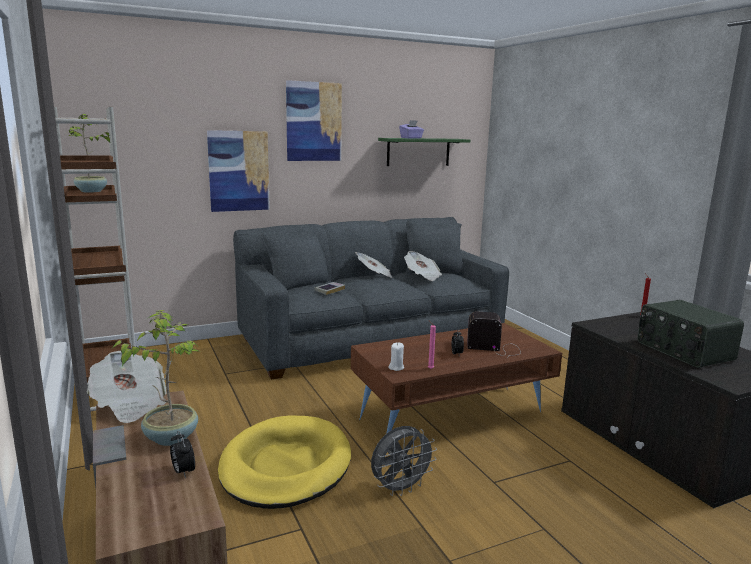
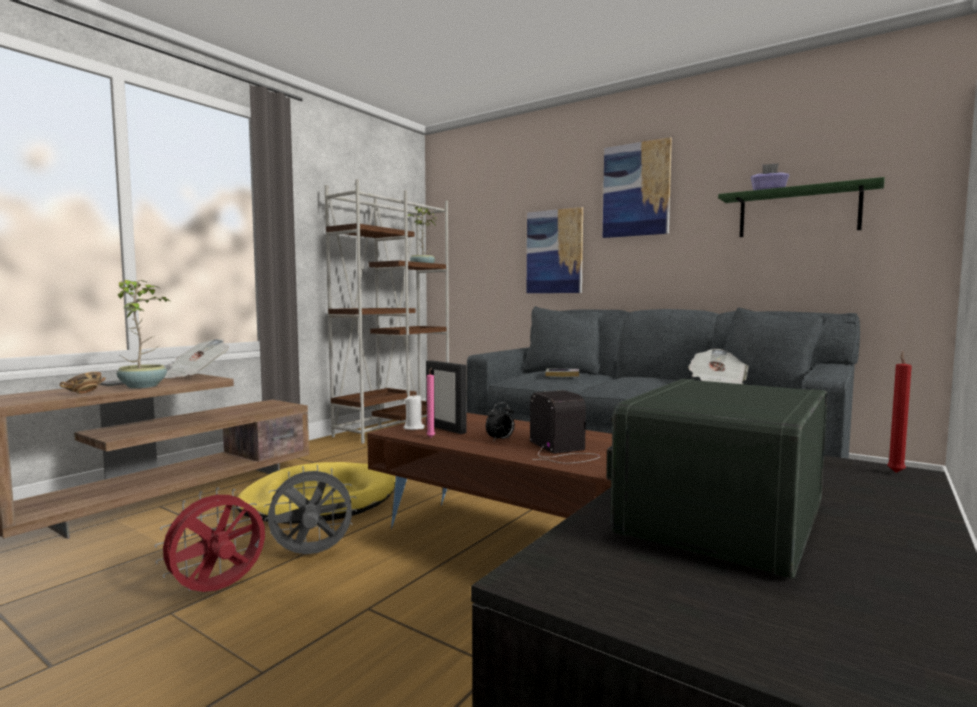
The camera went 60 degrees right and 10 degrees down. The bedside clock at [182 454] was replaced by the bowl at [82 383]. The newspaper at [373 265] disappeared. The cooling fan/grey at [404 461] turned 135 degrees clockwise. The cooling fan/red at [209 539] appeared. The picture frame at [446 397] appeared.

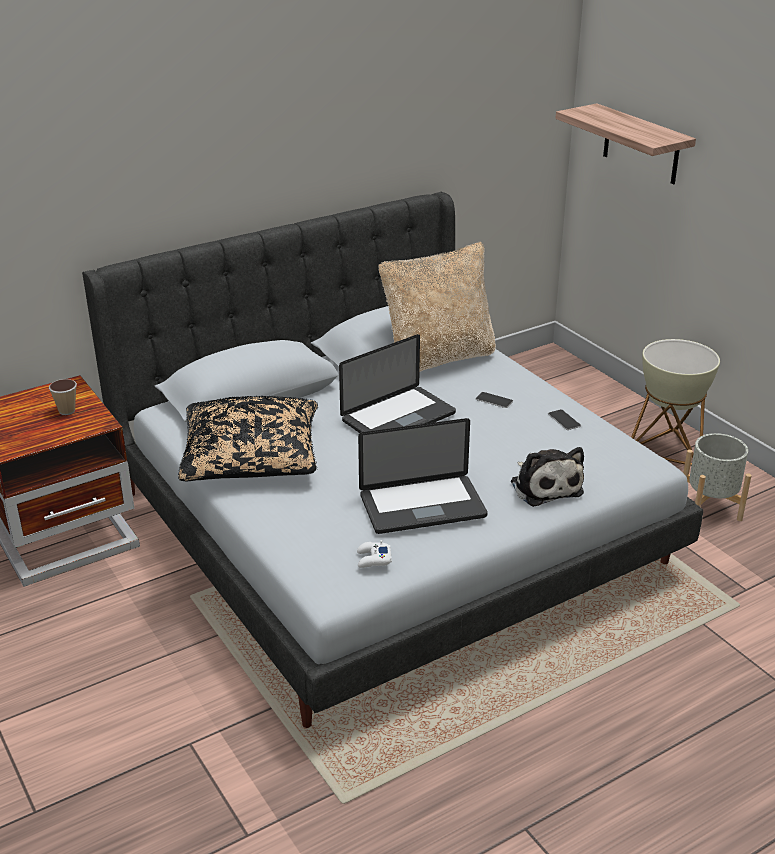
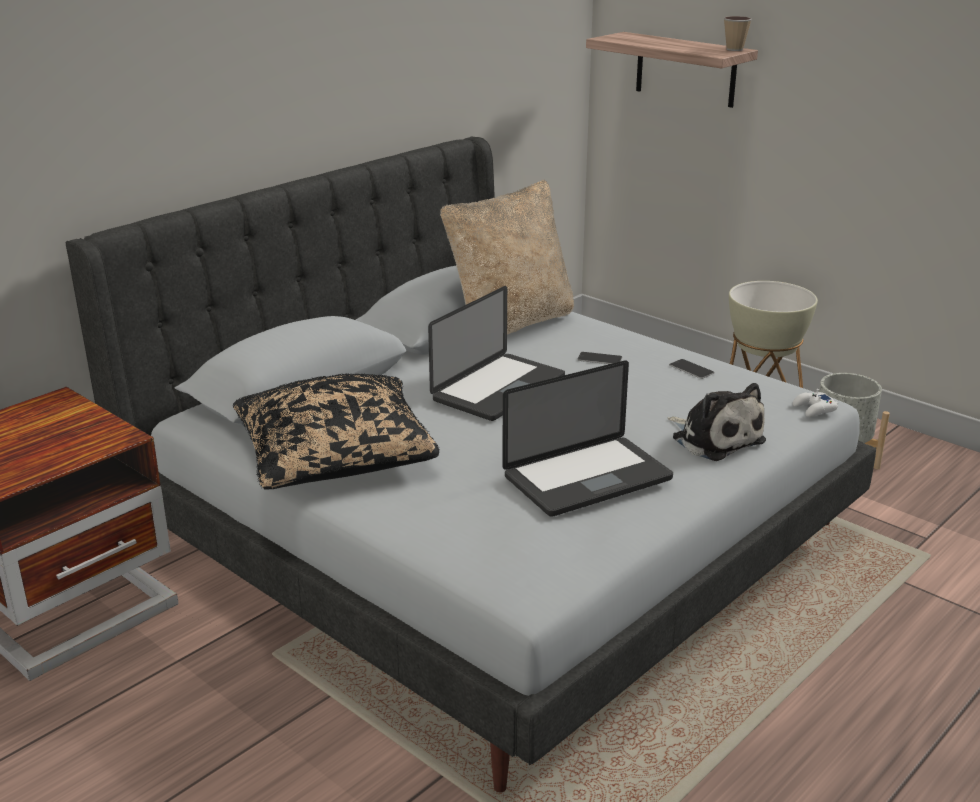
The camera went 15 degrees left and 5 degrees down. The drinking cup moved from [63 397] to [738 33]. The game controller/white moved from [374 554] to [815 403].

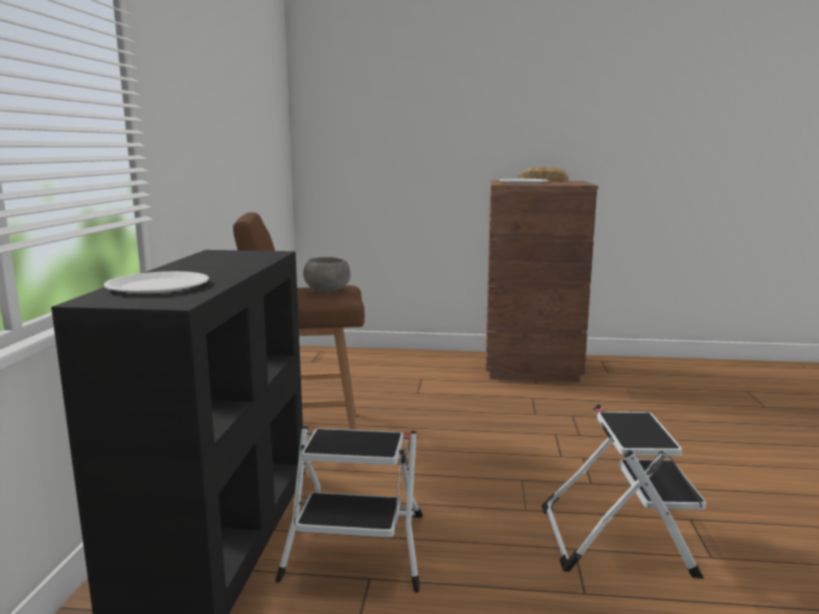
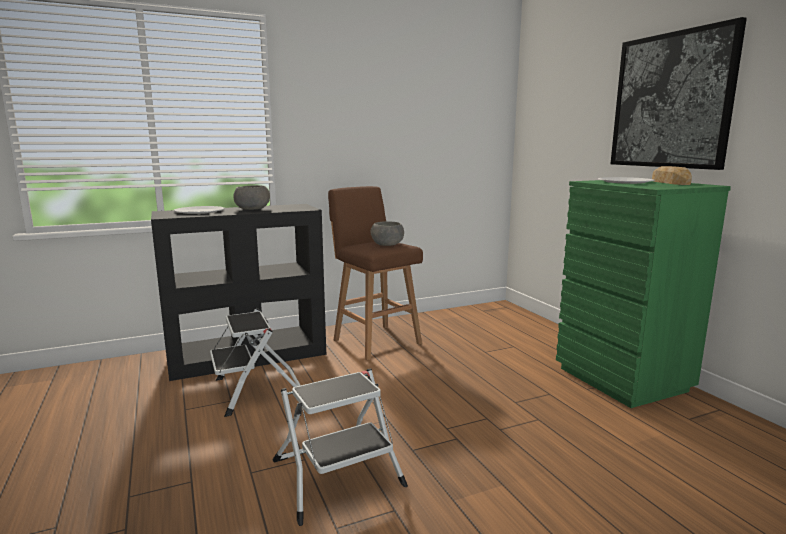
The camera went 60 degrees right and 0 degrees up. The chest of drawers/brown-coloured at [541 281] became the chest of drawers/green-coloured at [643 294]. The bowl/grey at [251 197] appeared. The wall art at [679 93] appeared.

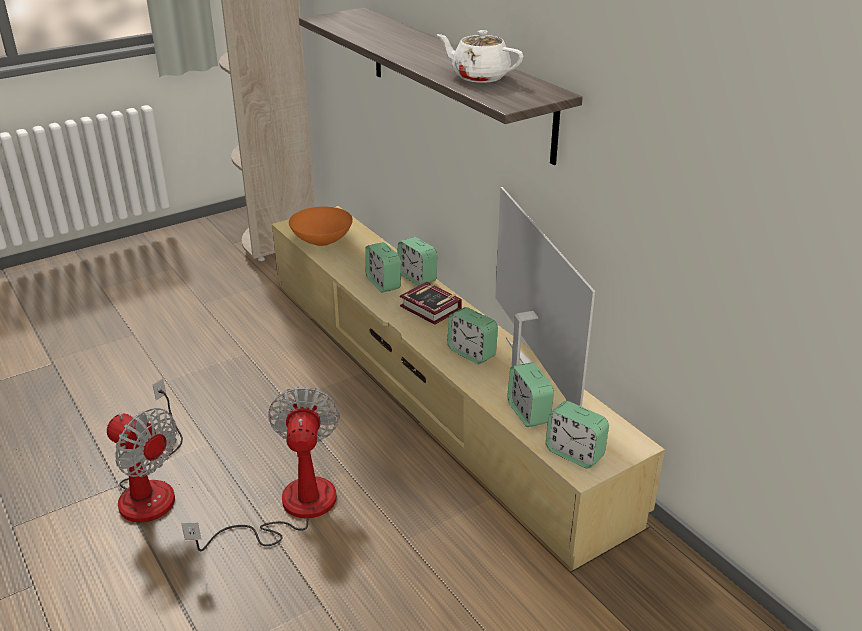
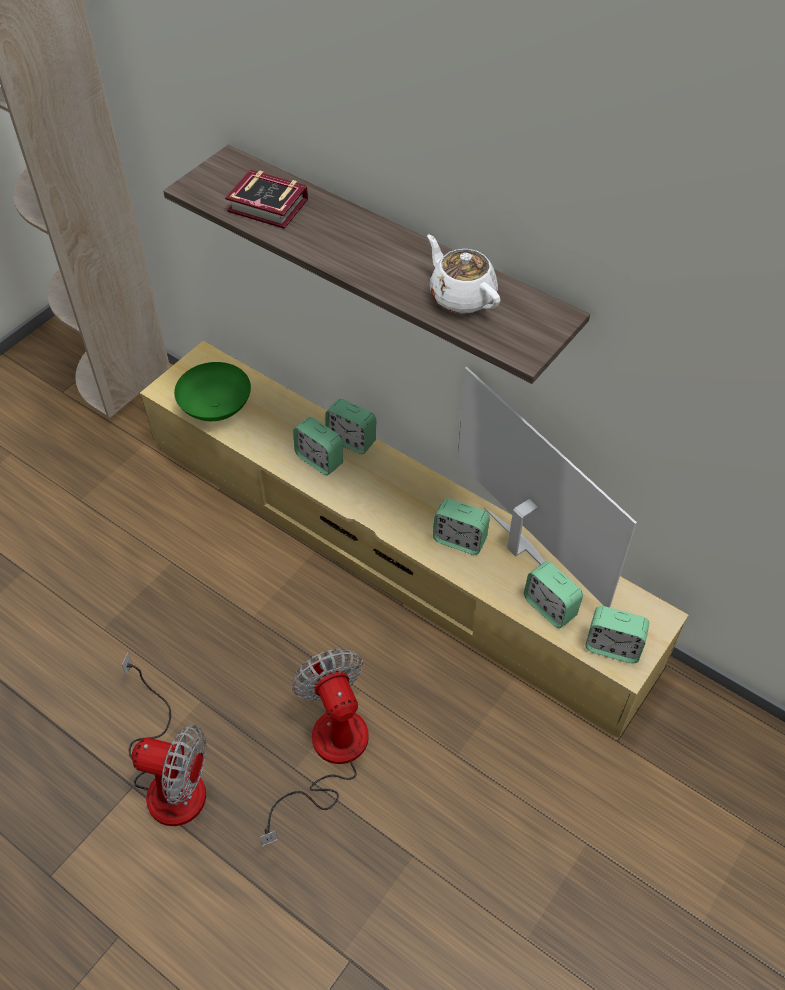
The camera went 20 degrees left and 20 degrees up. The bowl/orange at [321 226] became the bowl/green-coloured at [212 391]. The volume moved from [431 303] to [266 199]. The pot for tea/white at [480 56] turned 45 degrees clockwise.

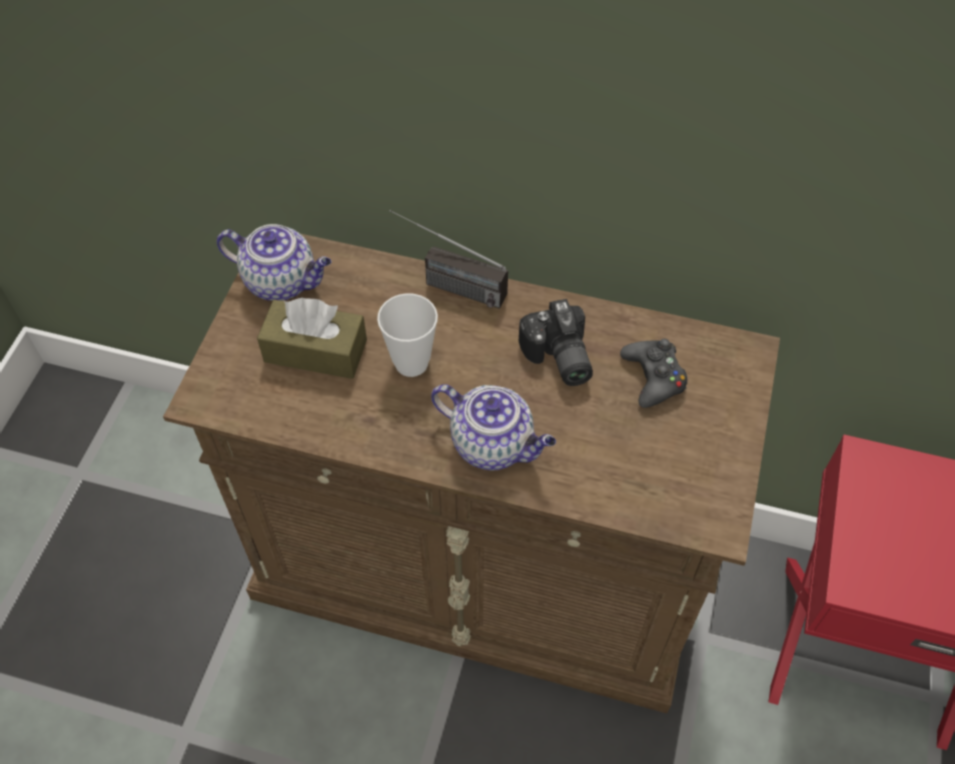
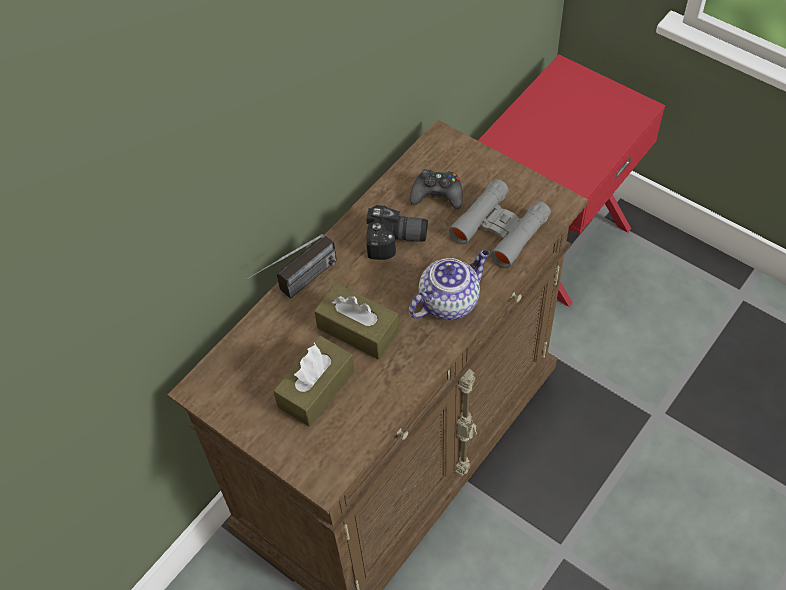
The camera went 65 degrees left and 0 degrees up. The pot for tea at [274 262] disappeared. The drinking cup at [407 335] was replaced by the box of tissues/brown-coloured at [356 321]. The pair of binoculars/grey at [500 223] appeared.

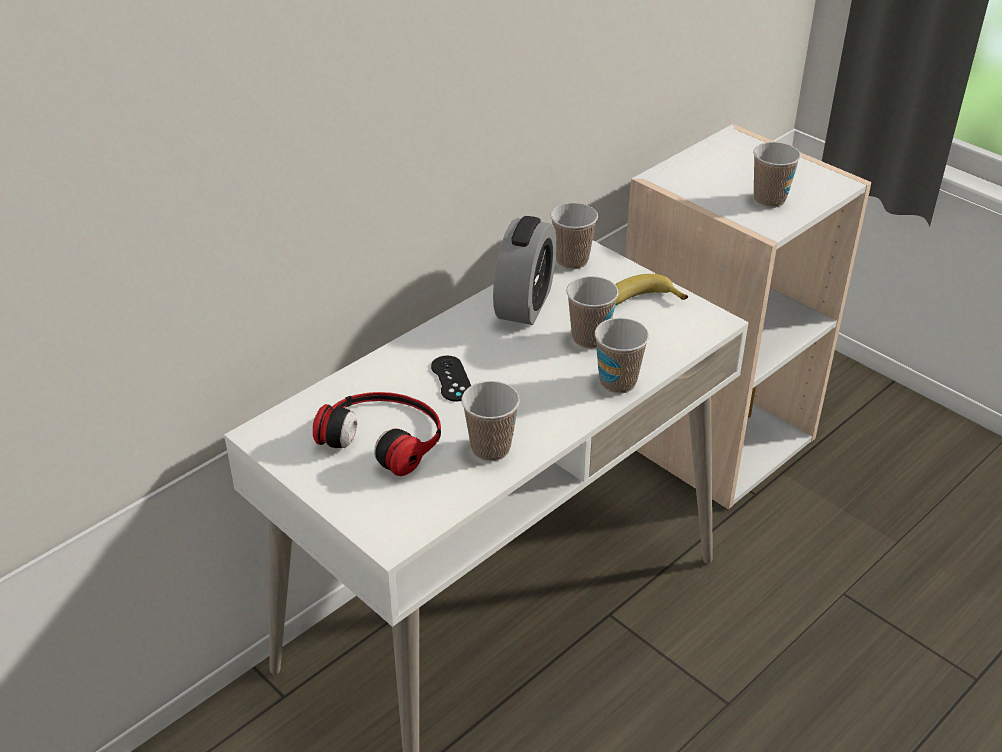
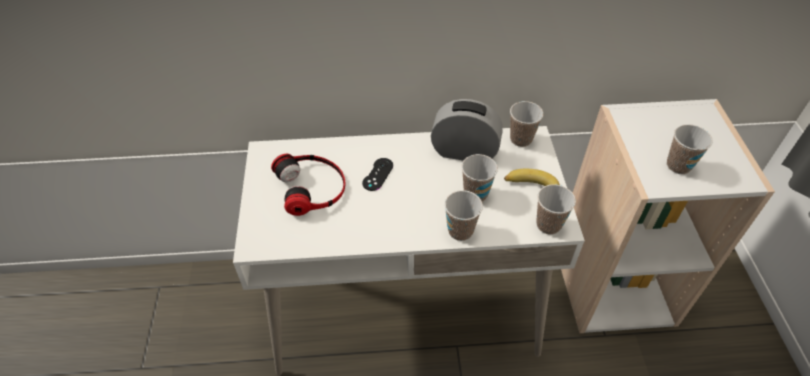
The camera went 40 degrees right and 10 degrees up. The drinking cup moved from [490 421] to [556 209]. The bedside clock at [525 270] turned 135 degrees counterclockwise.

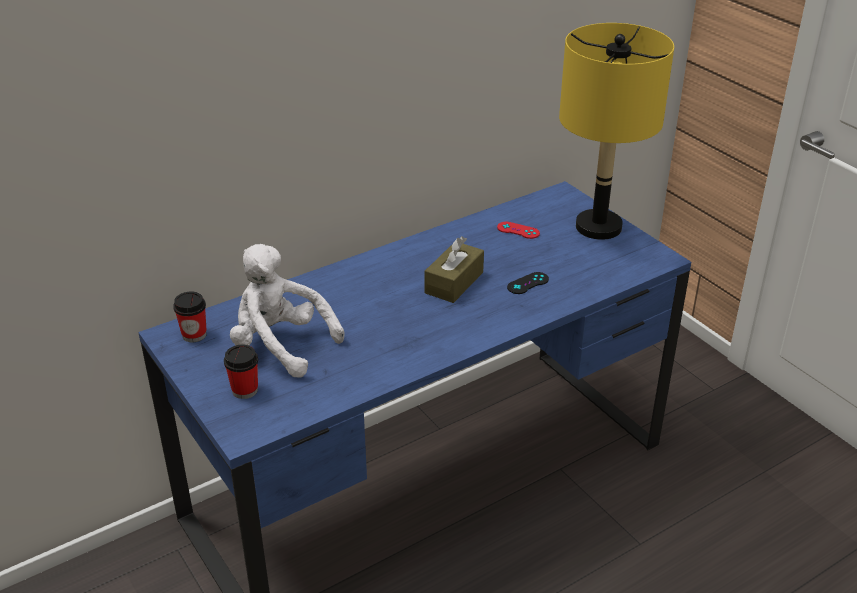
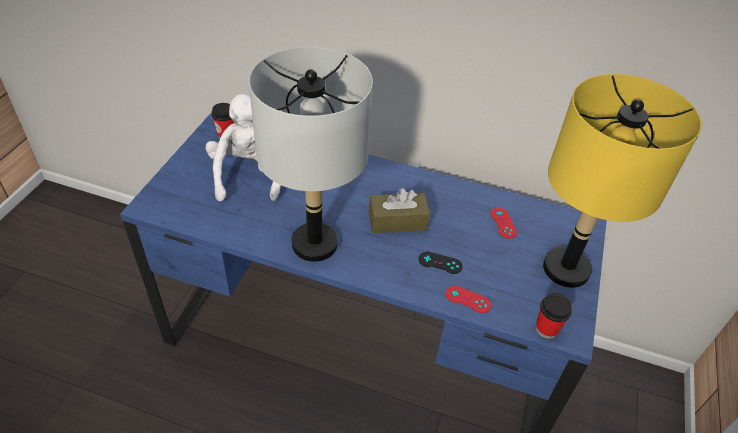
The camera went 50 degrees right and 10 degrees up. The drinking cup moved from [241 372] to [553 316]. The lamp for a table/grey at [311 154] appeared. The game controller/red at [468 299] appeared.

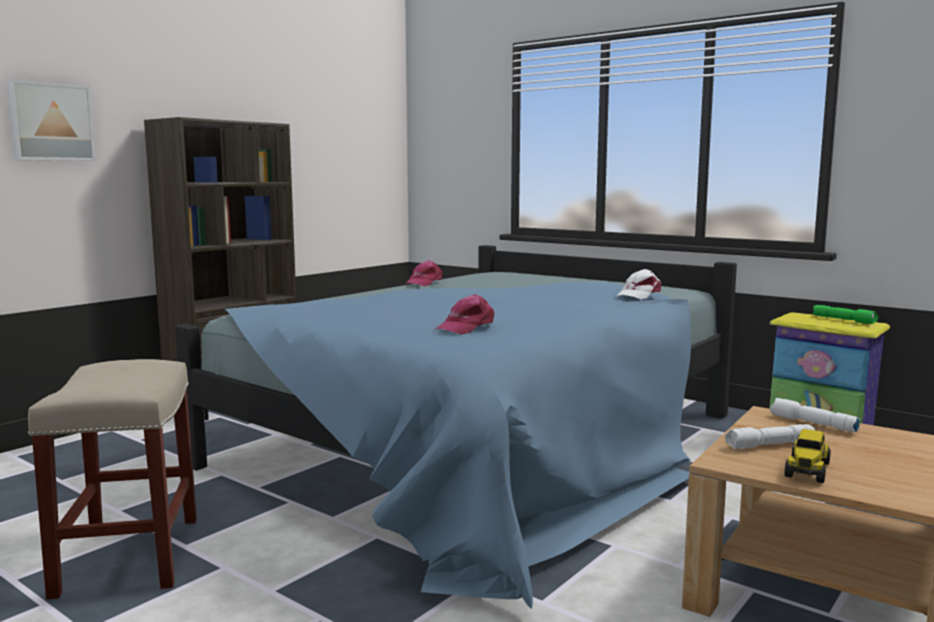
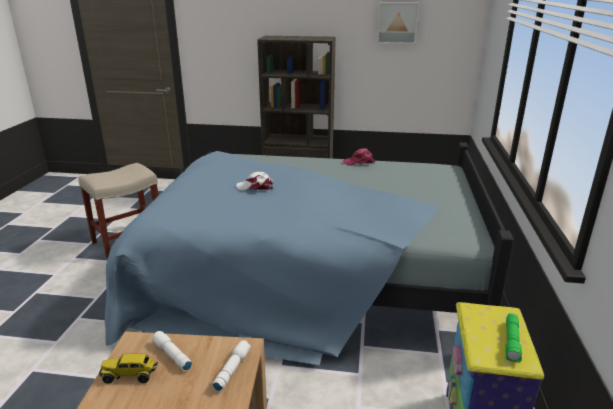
The camera went 60 degrees right and 15 degrees up. The wall art moved from [51 120] to [398 23]. The baseball cap/pinkish at [465 314] disappeared. The baseball cap/white moved from [639 284] to [255 181].

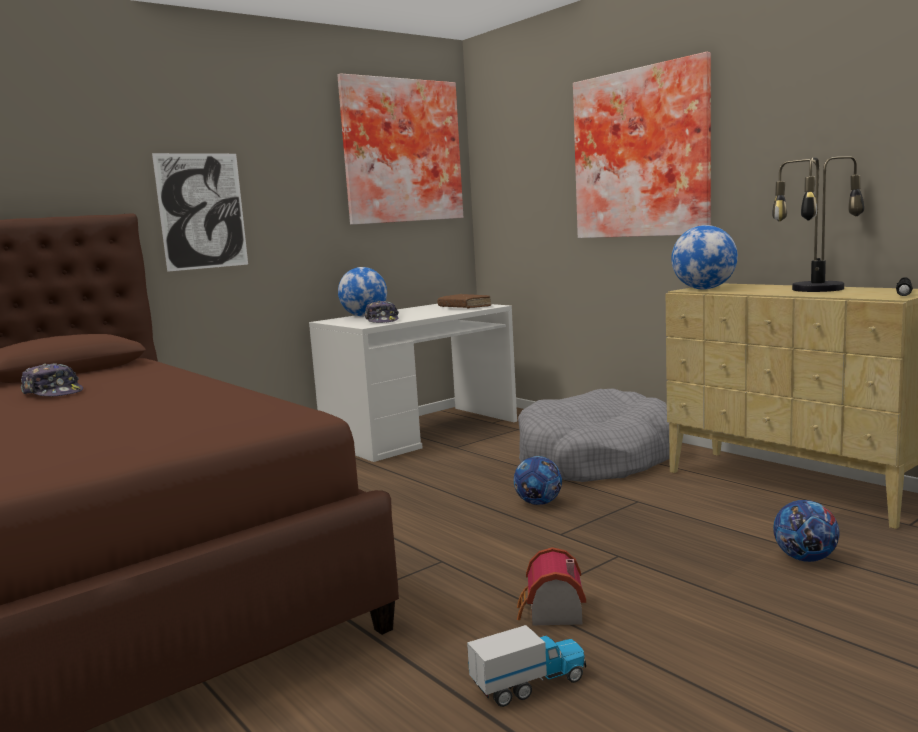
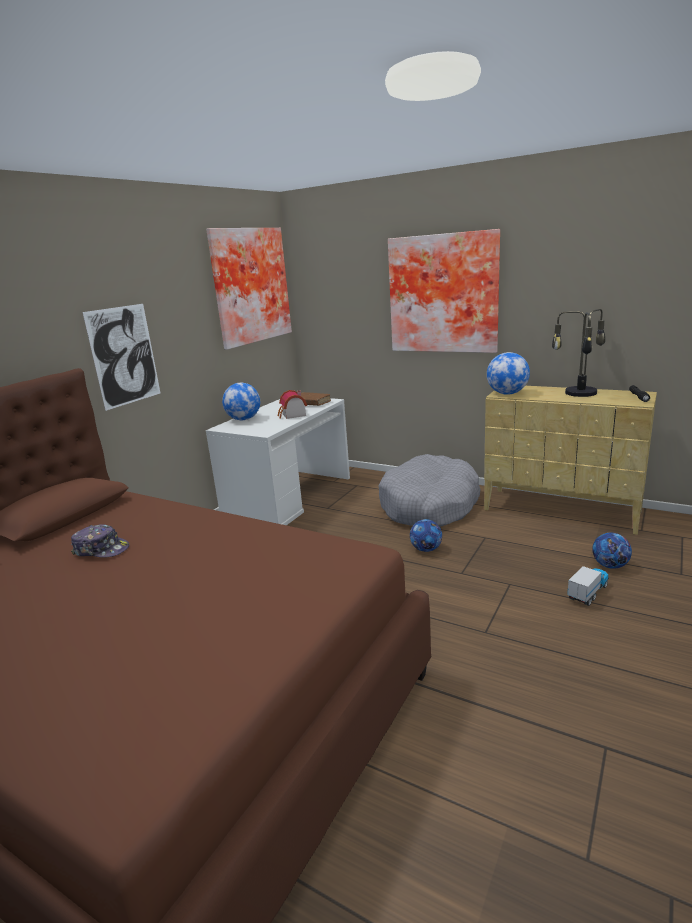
The camera went 20 degrees left and 10 degrees up. The baseball cap at [382 311] disappeared. The toy truck moved from [526 666] to [588 586]. The miniature house moved from [551 586] to [292 404].

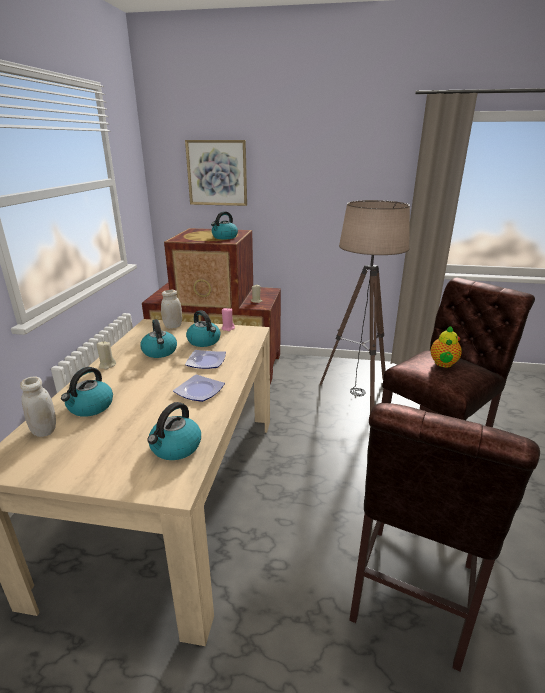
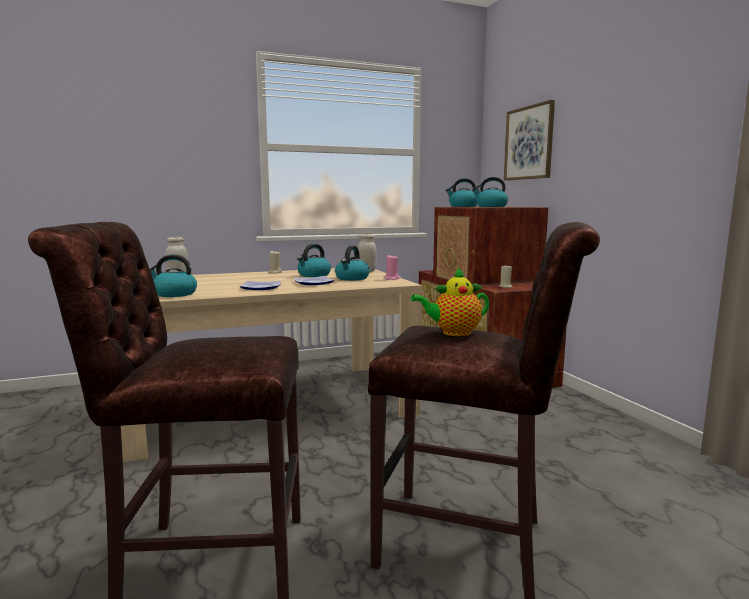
The camera went 60 degrees right and 15 degrees down. The kettle moved from [87 392] to [462 192]. The floor lamp at [364 306] disappeared.

